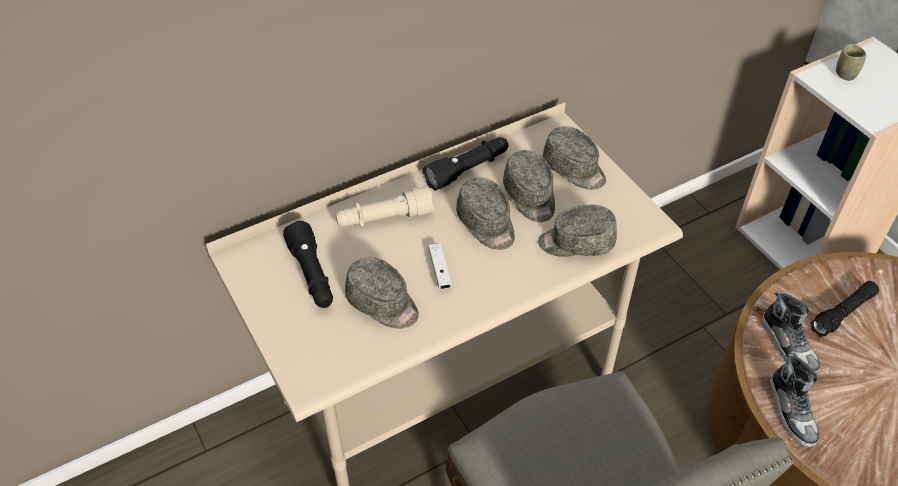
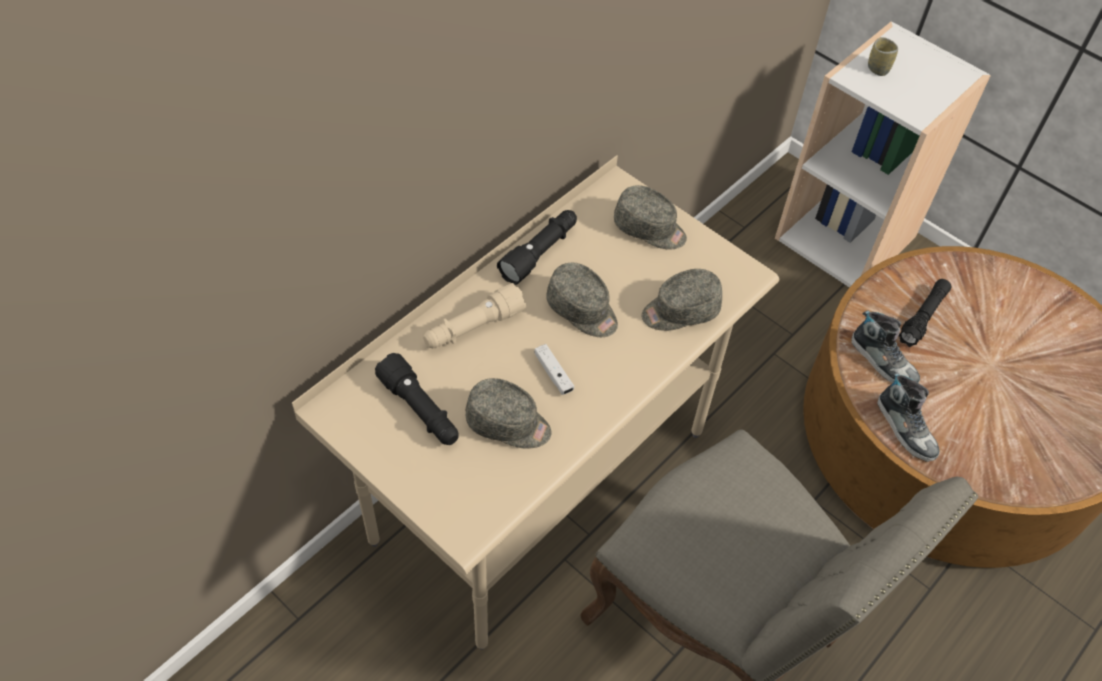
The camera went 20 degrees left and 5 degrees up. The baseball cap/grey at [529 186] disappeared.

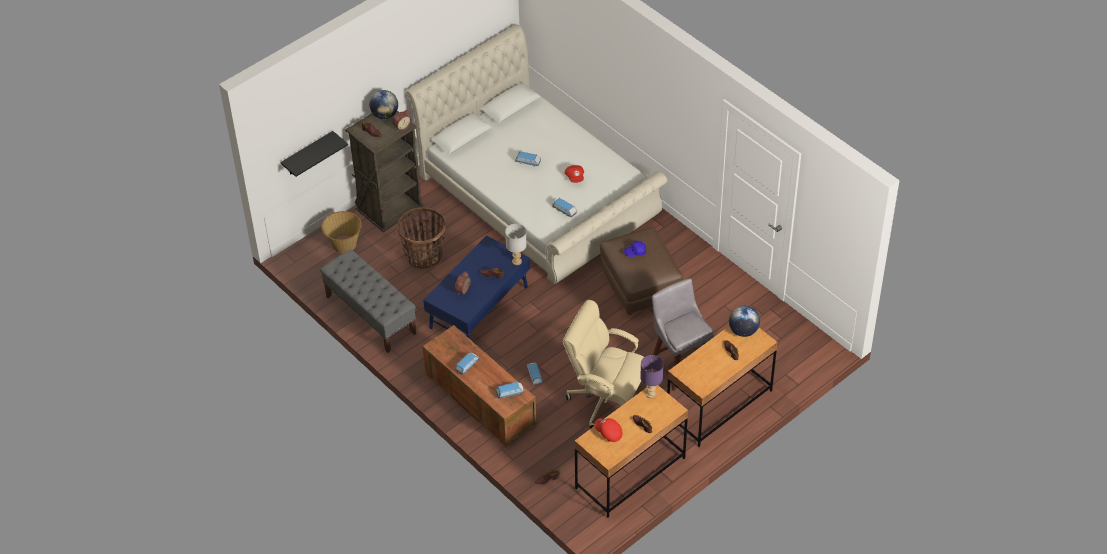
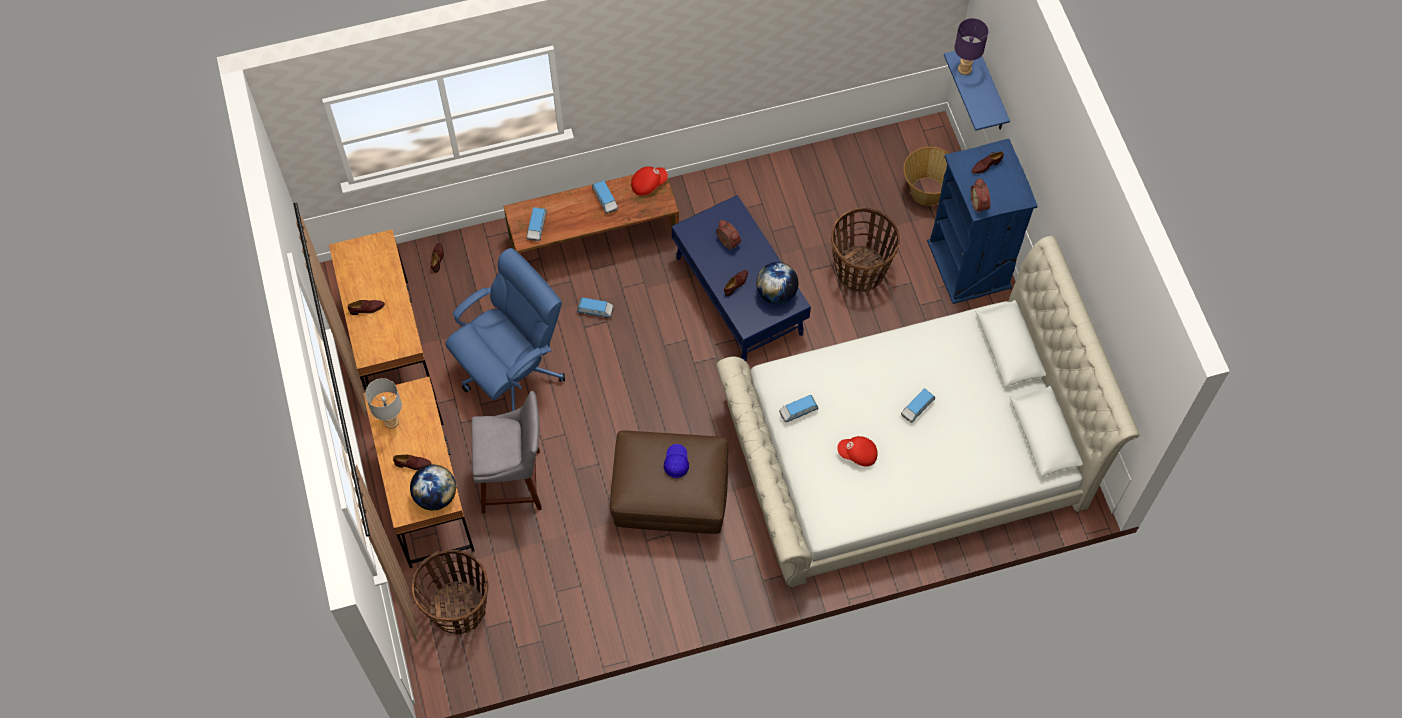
The camera went 115 degrees right and 15 degrees up. The wall shelf/black at [314 154] became the wall shelf/bluish at [977 91]. The bench/grey at [368 301] disappeared. The shelving unit/brown-coloured at [384 171] became the shelving unit/bluish at [982 221]. The globe moved from [383 104] to [777 283]. The lamp for a table/grey moved from [516 244] to [383 403]. The desk chair/sand-coloured at [604 364] became the desk chair/bluish at [505 329]. The baseball cap/red moved from [608 430] to [649 181]. The lamp for a table/purplish moved from [651 376] to [971 46]. The basket at [450 592] appeared.

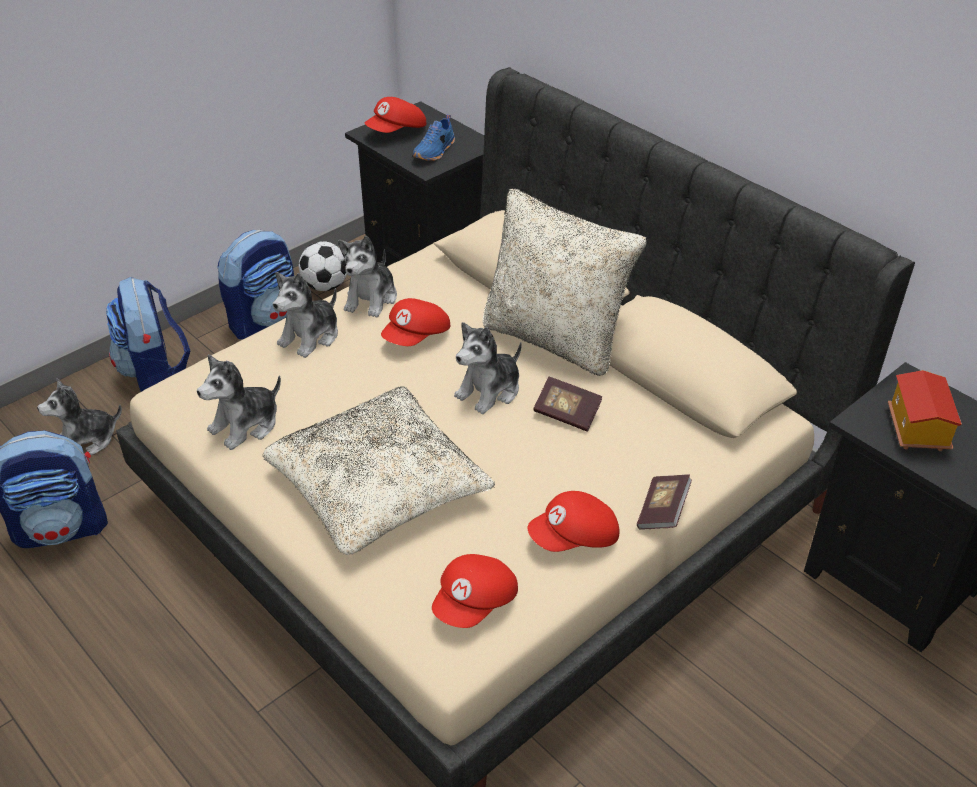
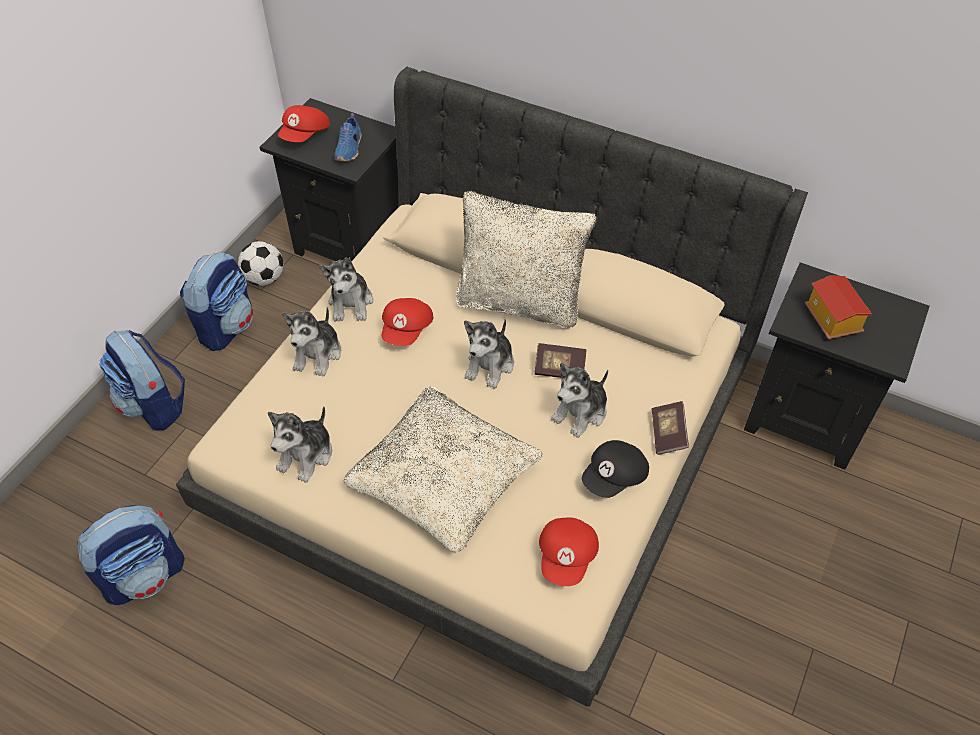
The camera went 20 degrees left and 10 degrees up. The soft toy moved from [79 416] to [579 400]. The baseball cap/red at [574 521] became the baseball cap/black at [615 469].

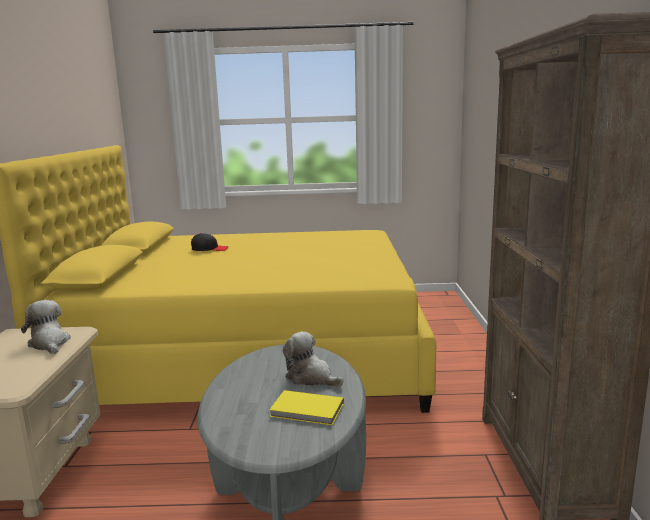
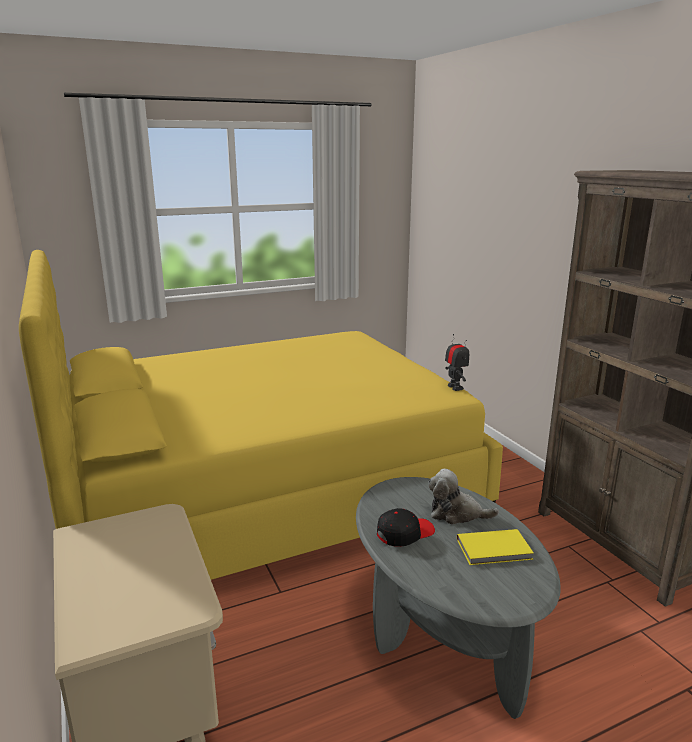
The camera went 25 degrees left and 5 degrees up. The soft toy at [46 327] disappeared. The baseball cap/black moved from [209 242] to [406 527]. The toy robot at [457 362] appeared.

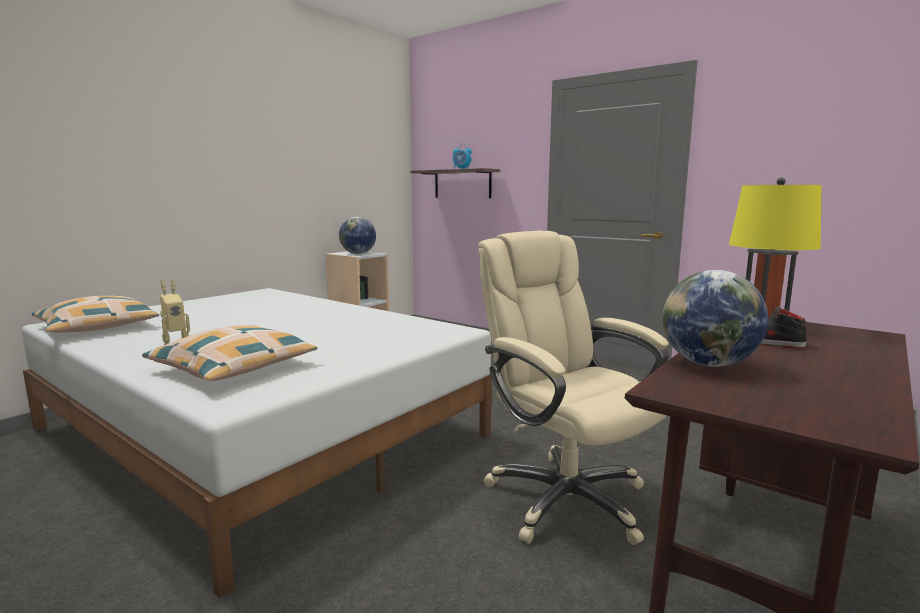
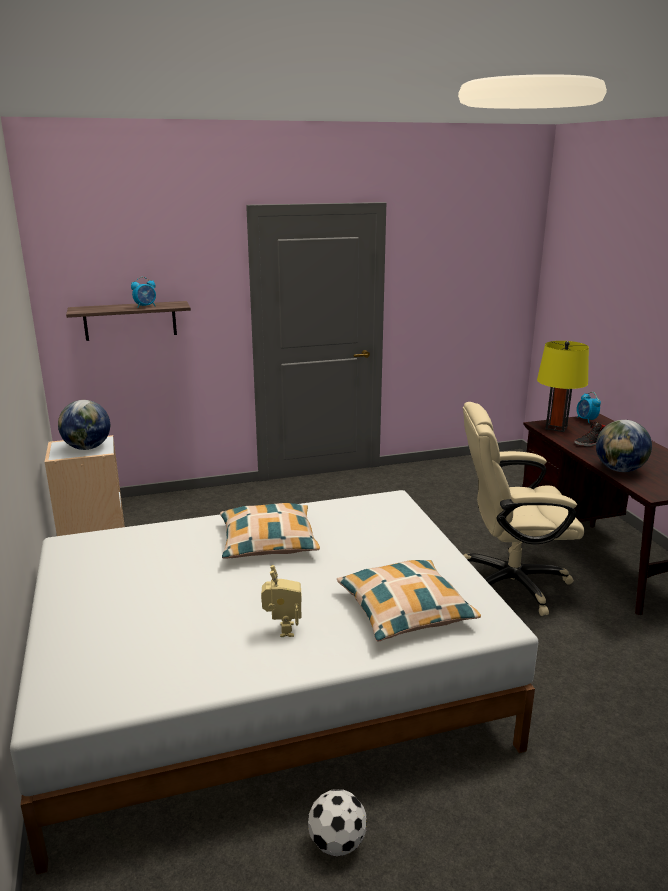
The camera went 55 degrees left and 10 degrees up. The cushion moved from [95 314] to [270 531]. The football ball at [337 822] appeared. The bedside clock at [589 407] appeared.

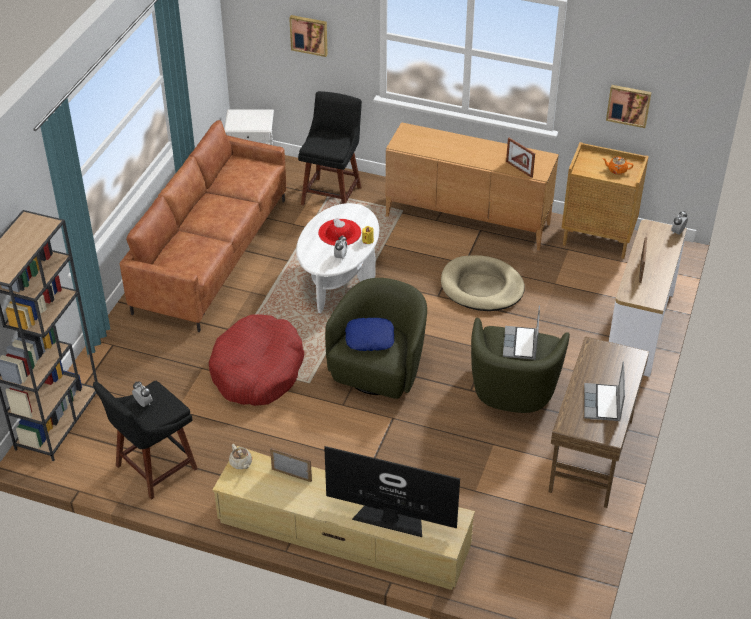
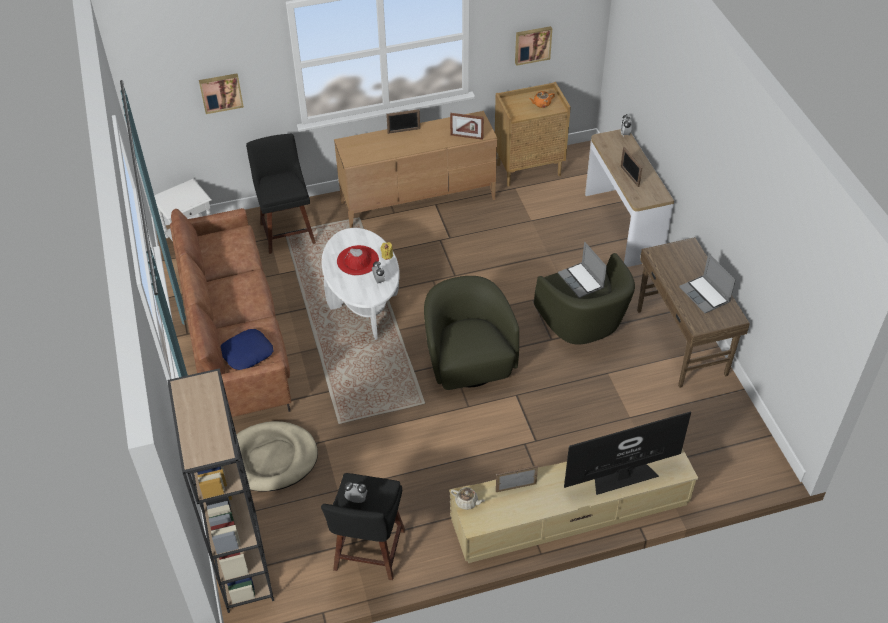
The camera went 35 degrees left and 5 degrees up. The dog cushion/red at [256 360] disappeared. The cushion/bluish moved from [369 334] to [247 349]. The dog cushion/sand-coloured moved from [483 283] to [277 456]. The picture frame at [403 121] appeared.

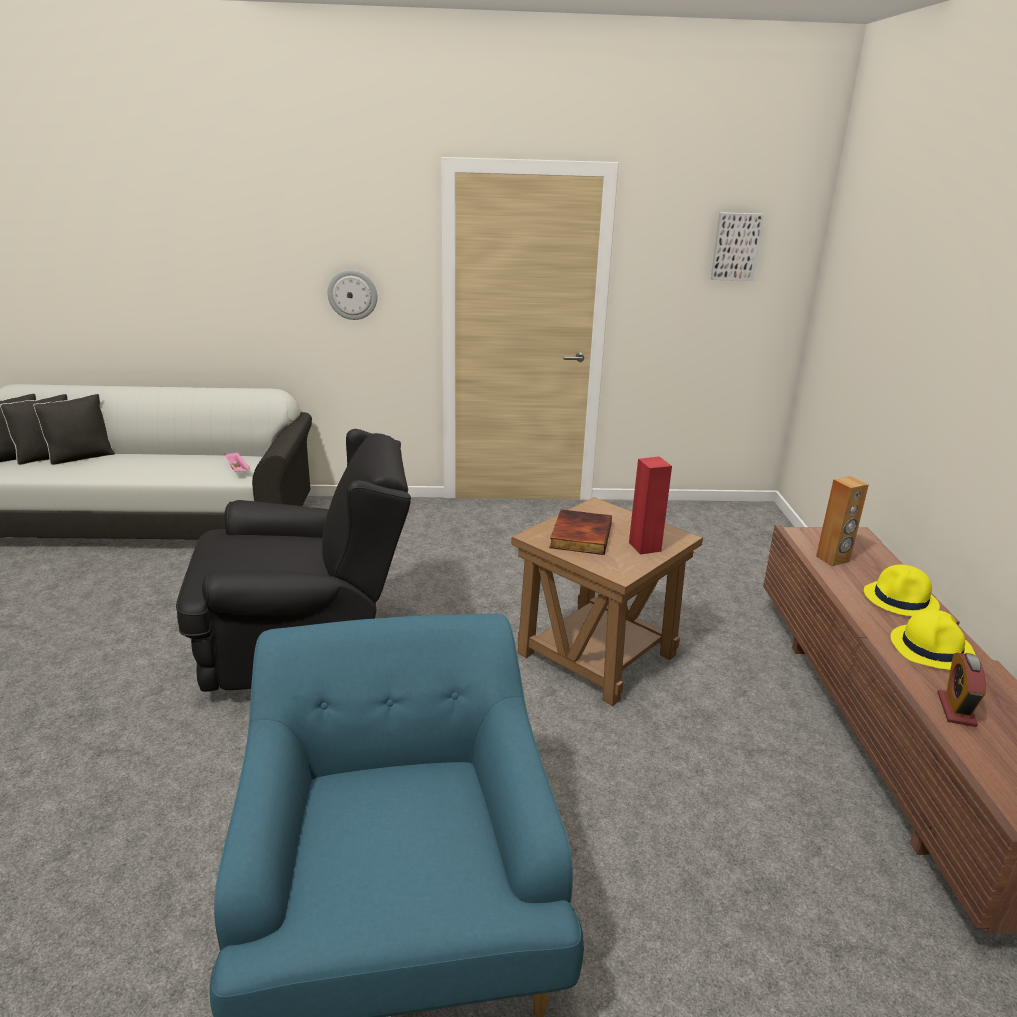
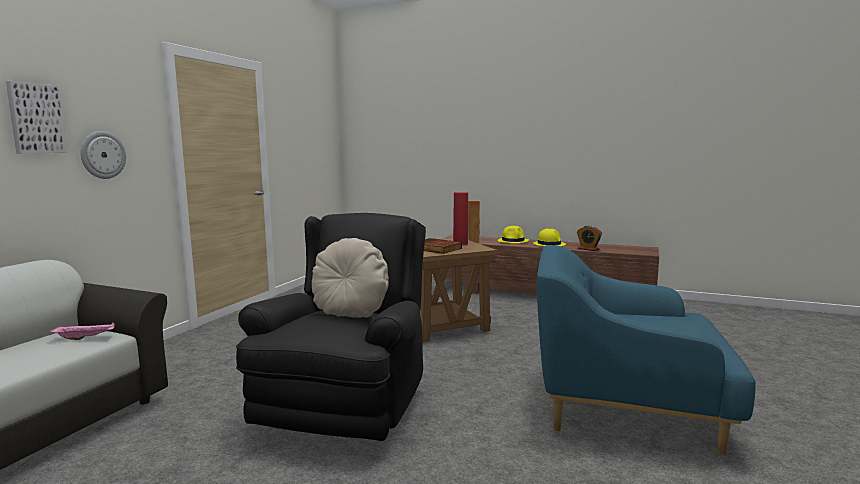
The camera went 65 degrees left and 15 degrees down. The wall art moved from [737 246] to [37 117]. The cushion/sand-coloured at [350 278] appeared.

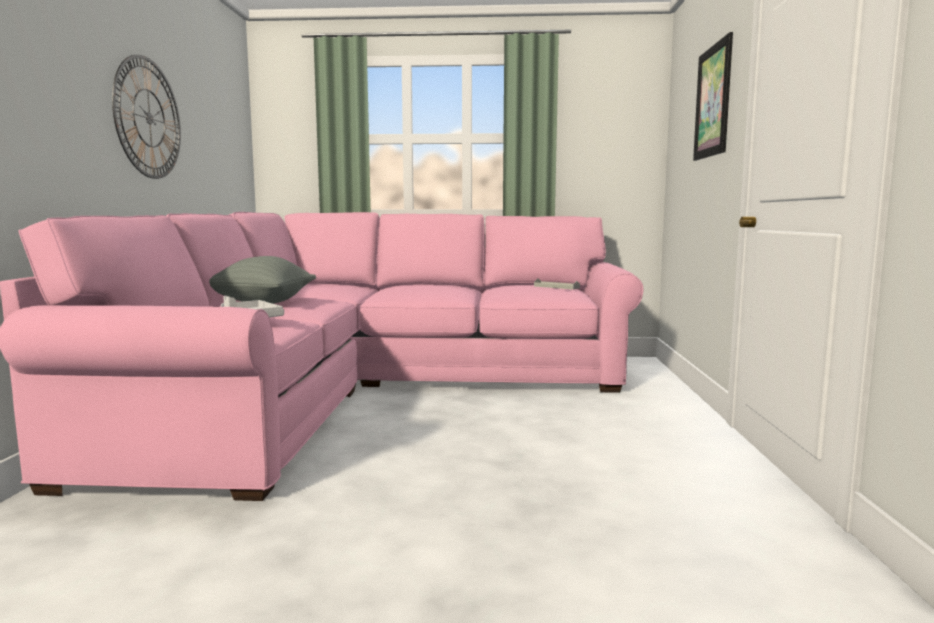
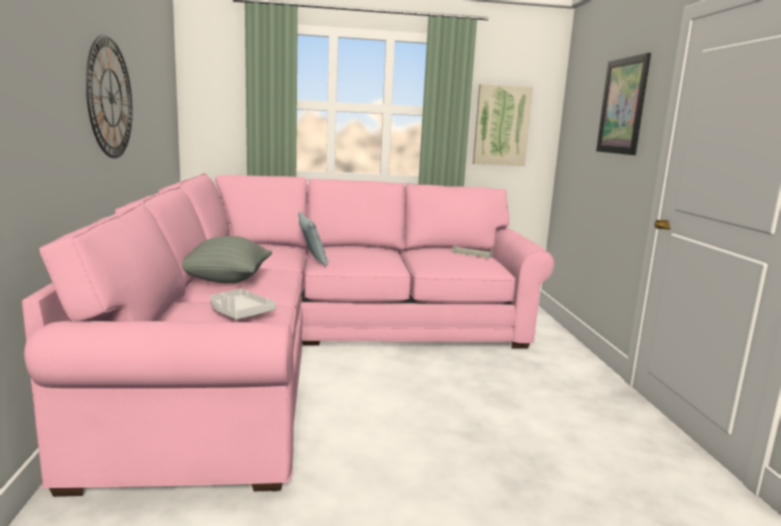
The camera went 10 degrees left and 5 degrees up. The cushion/bluish at [313 239] appeared. The wall art at [503 125] appeared.

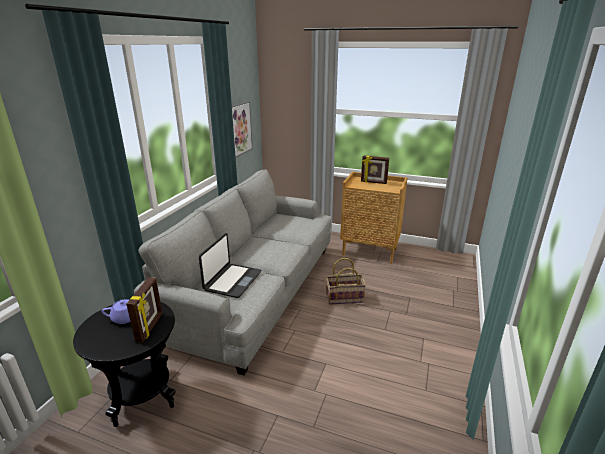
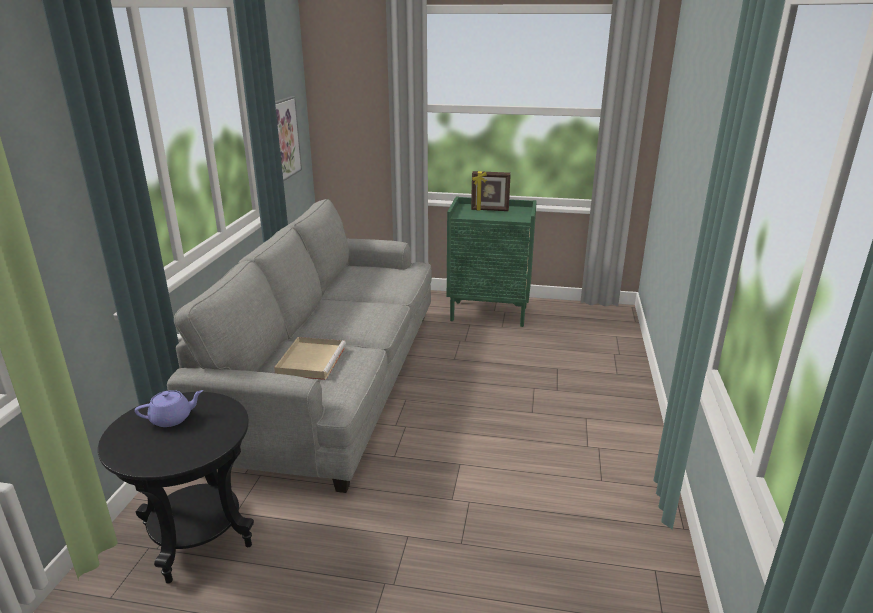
The camera went 10 degrees left and 0 degrees up. The picture frame at [144 310] disappeared. The notebook computer at [230 265] was replaced by the carrying tray/sand-coloured at [310 358]. The basket at [346 281] disappeared. The cabinet/brown-coloured at [374 217] became the cabinet/green-coloured at [492 261].

